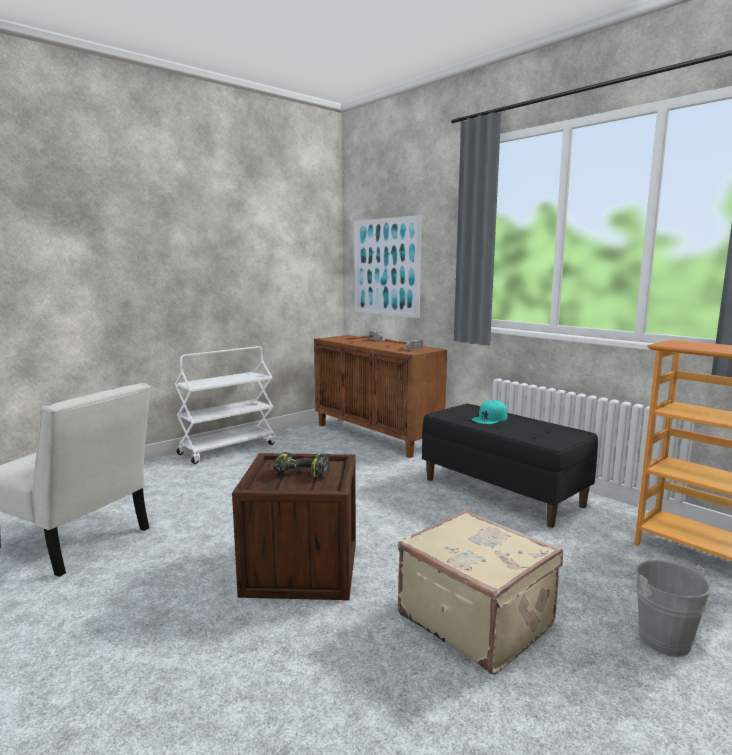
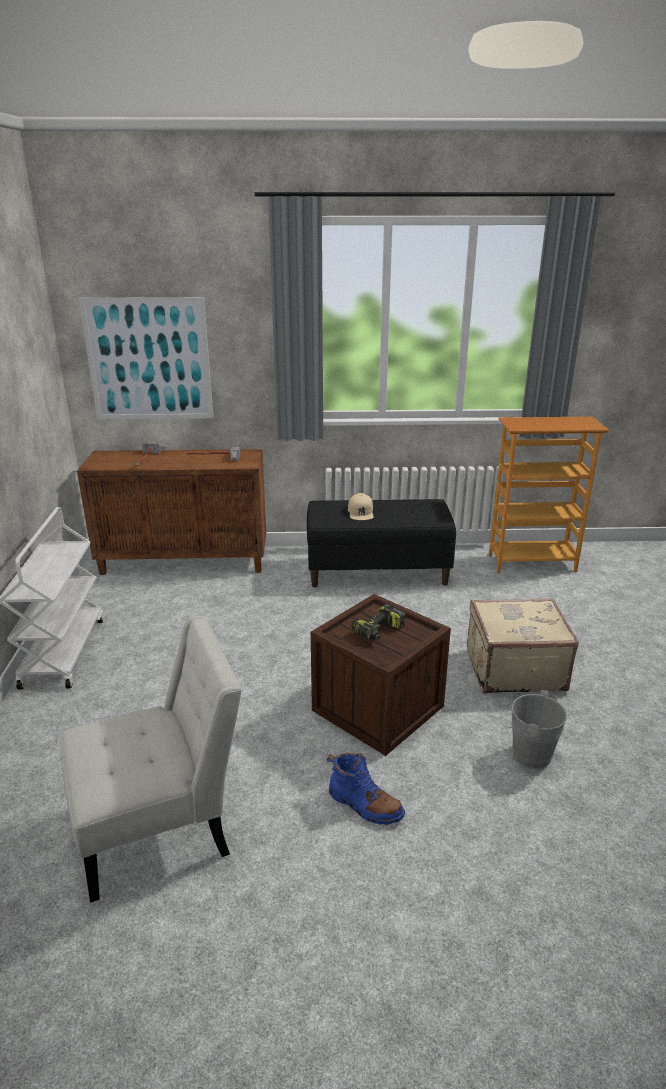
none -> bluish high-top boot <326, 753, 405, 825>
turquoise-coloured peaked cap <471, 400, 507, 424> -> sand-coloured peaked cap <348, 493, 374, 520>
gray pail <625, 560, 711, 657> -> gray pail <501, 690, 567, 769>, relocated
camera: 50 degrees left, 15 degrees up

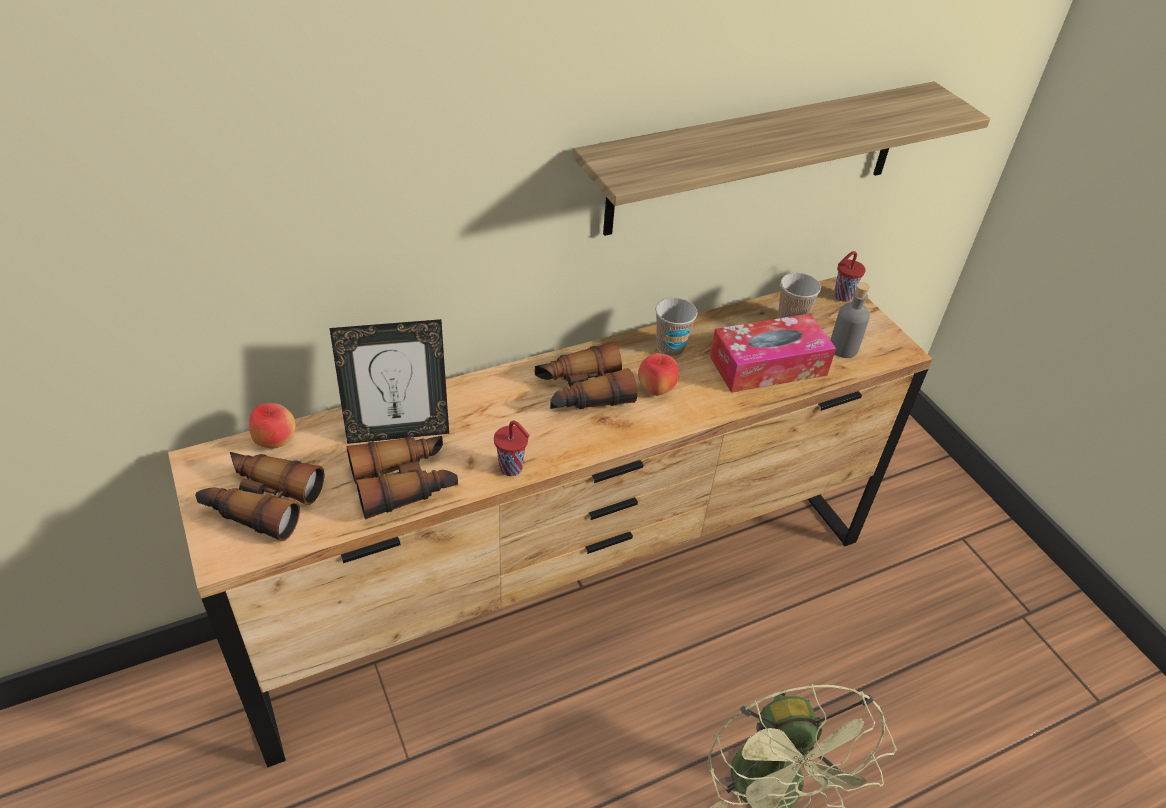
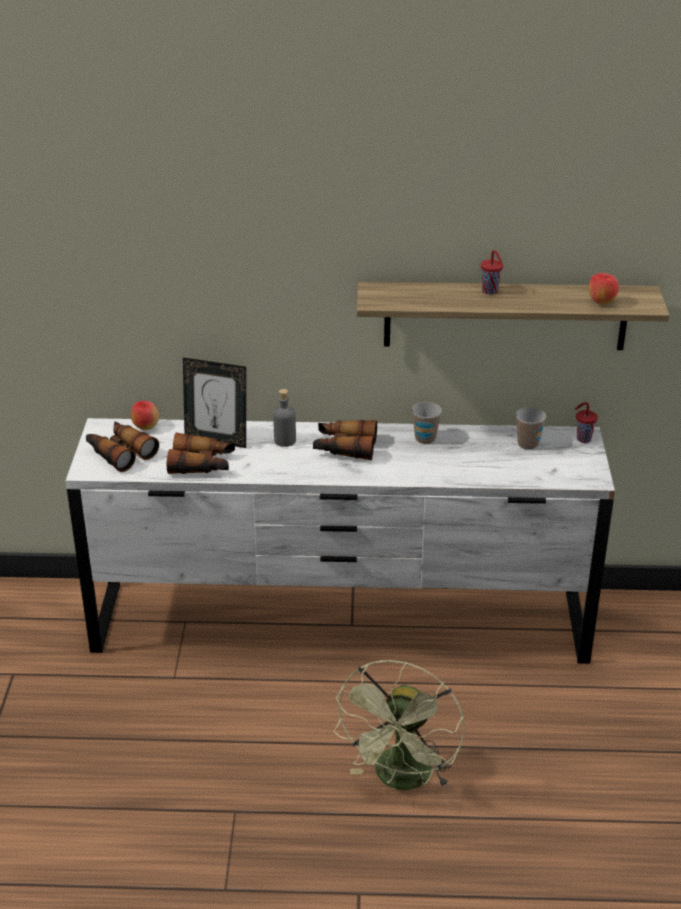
brownish chest of drawers <168, 277, 932, 768> -> white-coloured chest of drawers <66, 418, 615, 664>
gray beverage bottle <830, 282, 870, 358> -> gray beverage bottle <273, 389, 296, 447>, relocated
reddish small cup <494, 421, 530, 476> -> reddish small cup <481, 250, 503, 294>, relocated
whole apple <638, 353, 679, 396> -> whole apple <588, 273, 619, 305>, relocated
box of tissues <710, 314, 836, 393> -> none
camera: 30 degrees right, 10 degrees down

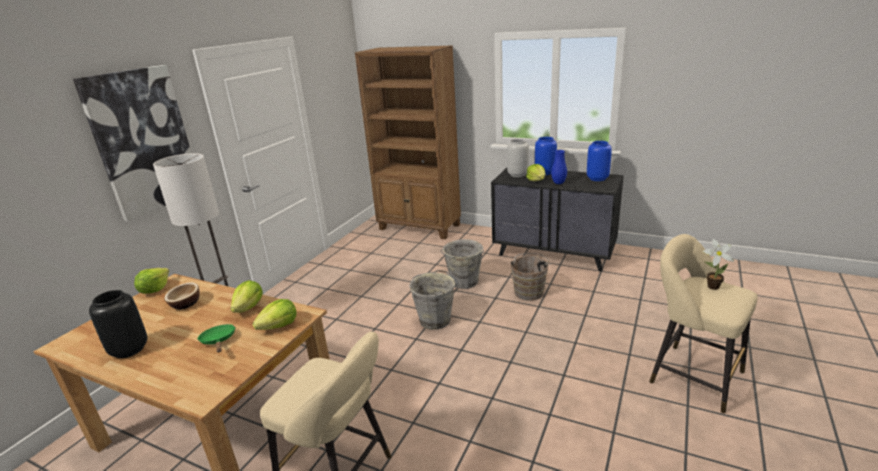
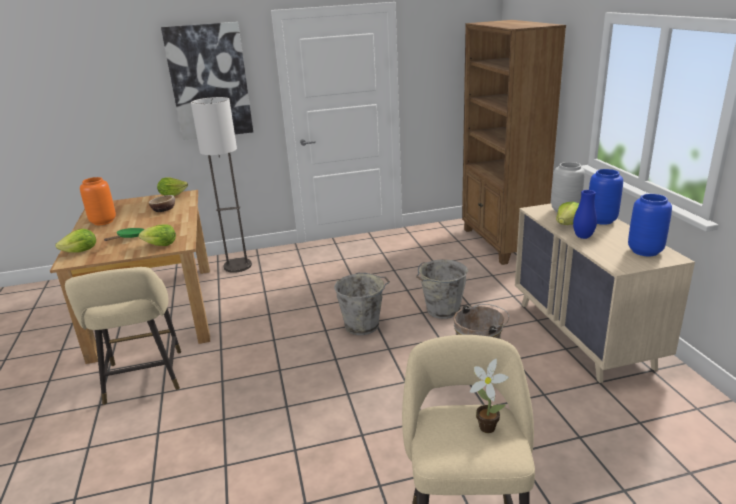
lettuce head <230, 280, 263, 313> -> lettuce head <55, 229, 96, 253>, relocated
blackish decorative vase <89, 290, 147, 358> -> orangey decorative vase <80, 177, 116, 225>
blackish chest of drawers <491, 168, 624, 271> -> sand-coloured chest of drawers <515, 204, 695, 383>
camera: 50 degrees right, 0 degrees up

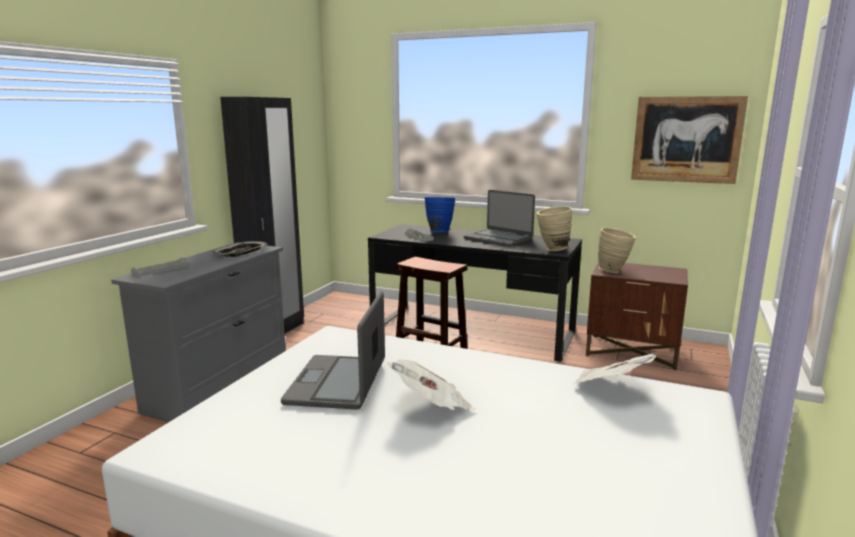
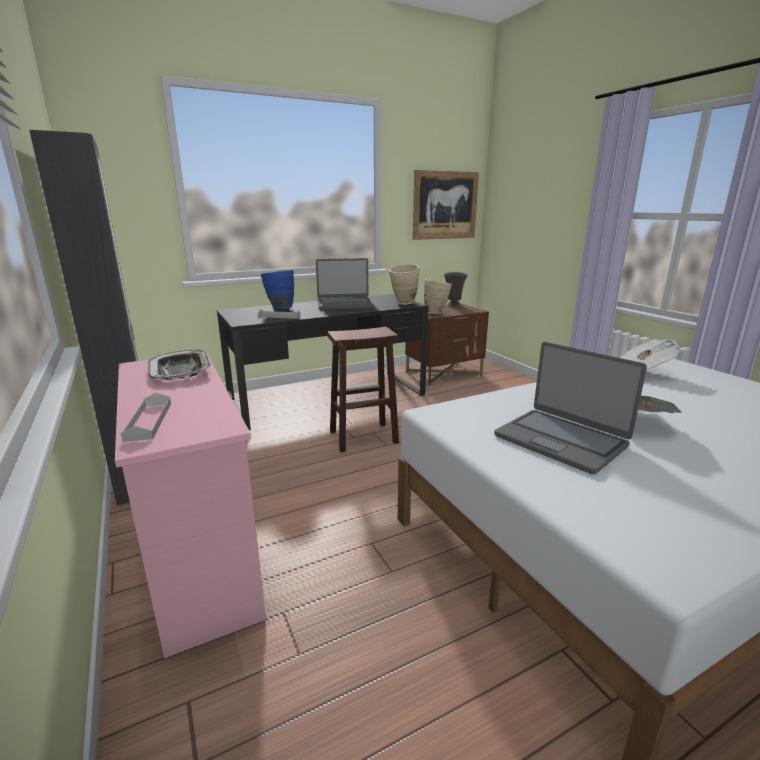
gray chest of drawers <111, 242, 286, 422> -> pink-coloured chest of drawers <115, 353, 266, 658>
none -> gray decorative vase <444, 272, 468, 307>
camera: 50 degrees left, 5 degrees up

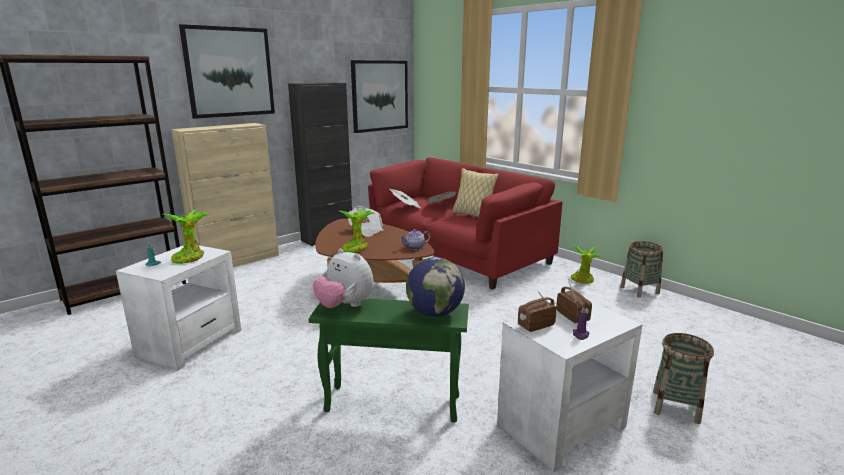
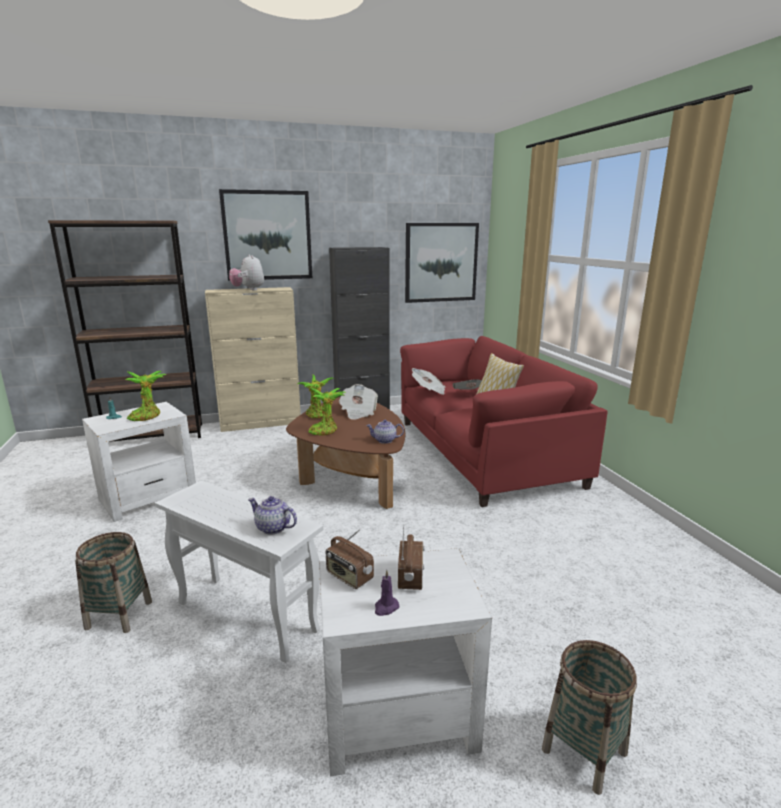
basket <620, 241, 663, 298> -> basket <75, 532, 152, 633>, relocated
green-coloured end table <308, 298, 469, 423> -> white-coloured end table <155, 481, 323, 663>
plush toy <313, 249, 374, 308> -> plush toy <229, 255, 264, 290>, relocated
desk globe <406, 257, 465, 317> -> tea pot <248, 496, 297, 535>
potted plant <571, 246, 601, 284> -> potted plant <297, 374, 333, 418>, relocated
radio set <518, 292, 557, 332> -> radio set <326, 529, 374, 589>, 135 degrees counterclockwise
camera: 25 degrees right, 0 degrees up

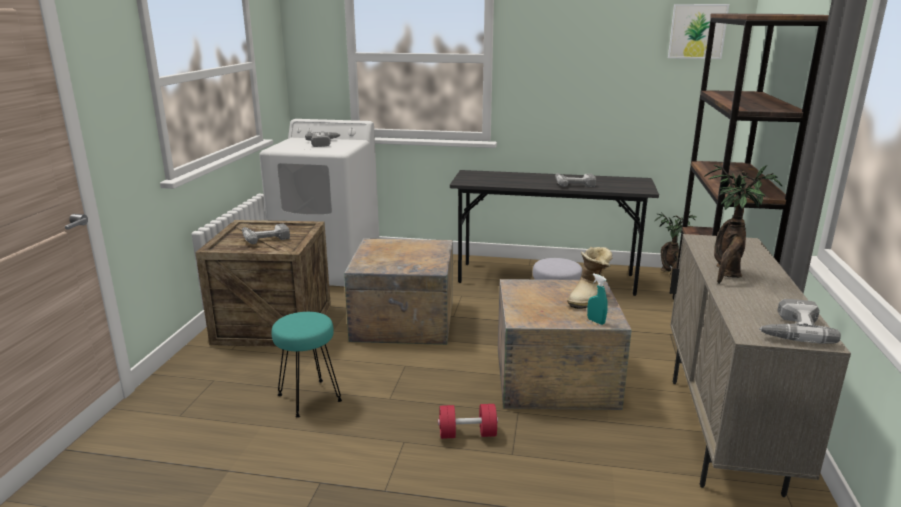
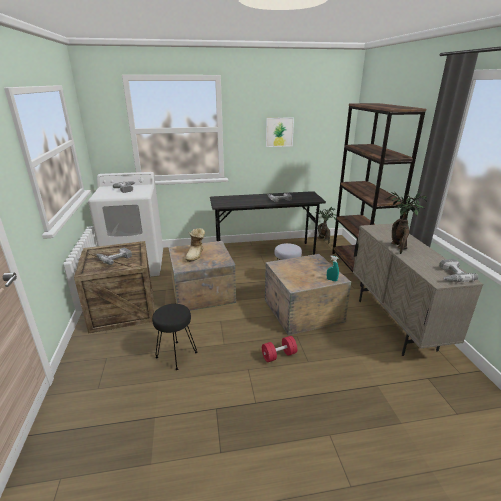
turquoise-coloured sitting stool <272, 312, 342, 418> -> blackish sitting stool <152, 304, 197, 370>
high-top boot <567, 247, 612, 309> -> high-top boot <185, 228, 205, 262>, relocated
wall art <668, 4, 729, 59> -> wall art <266, 117, 294, 147>, relocated
camera: 20 degrees left, 5 degrees up

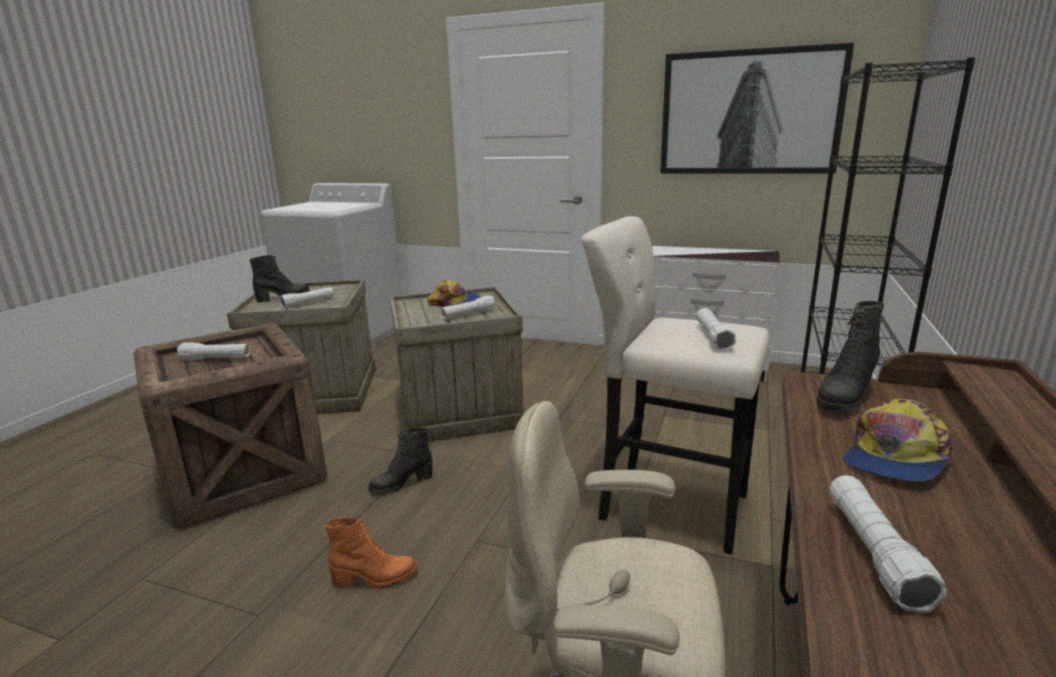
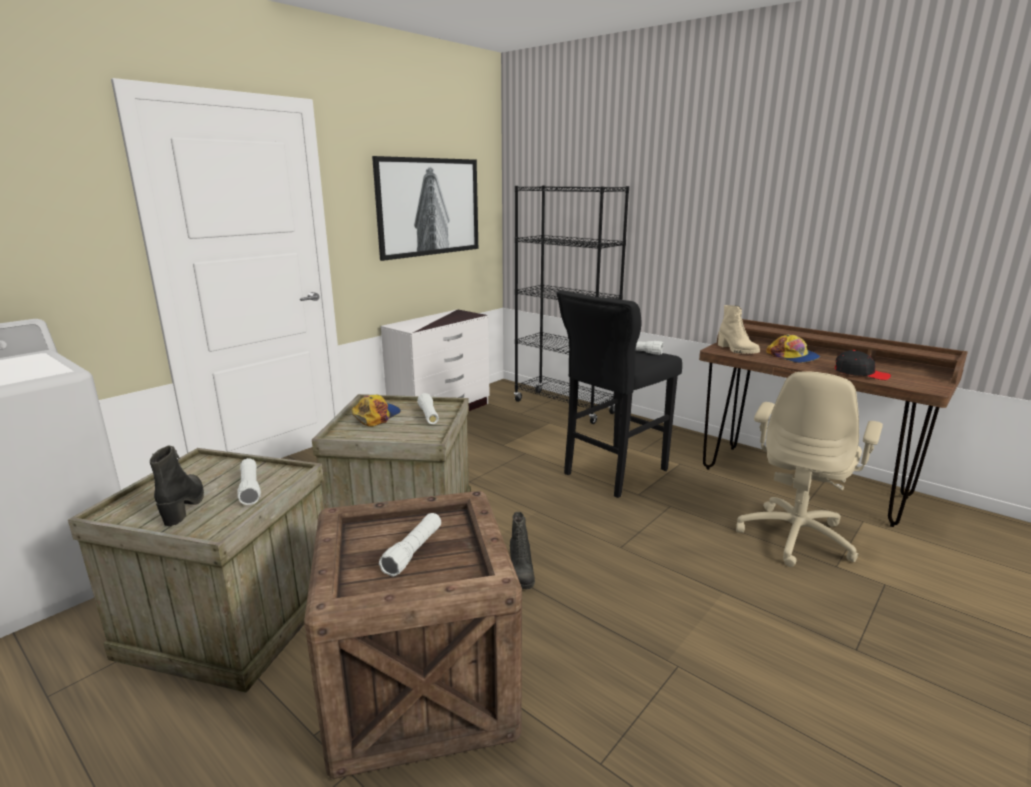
sand-coloured sitting stool <581, 216, 770, 554> -> blackish sitting stool <557, 290, 682, 498>
blackish high-top boot <817, 301, 884, 413> -> sand-coloured high-top boot <718, 305, 760, 354>
white-coloured torch <830, 475, 947, 613> -> blackish peaked cap <835, 350, 891, 380>
orangey high-top boot <325, 516, 417, 589> -> none
camera: 70 degrees left, 0 degrees up

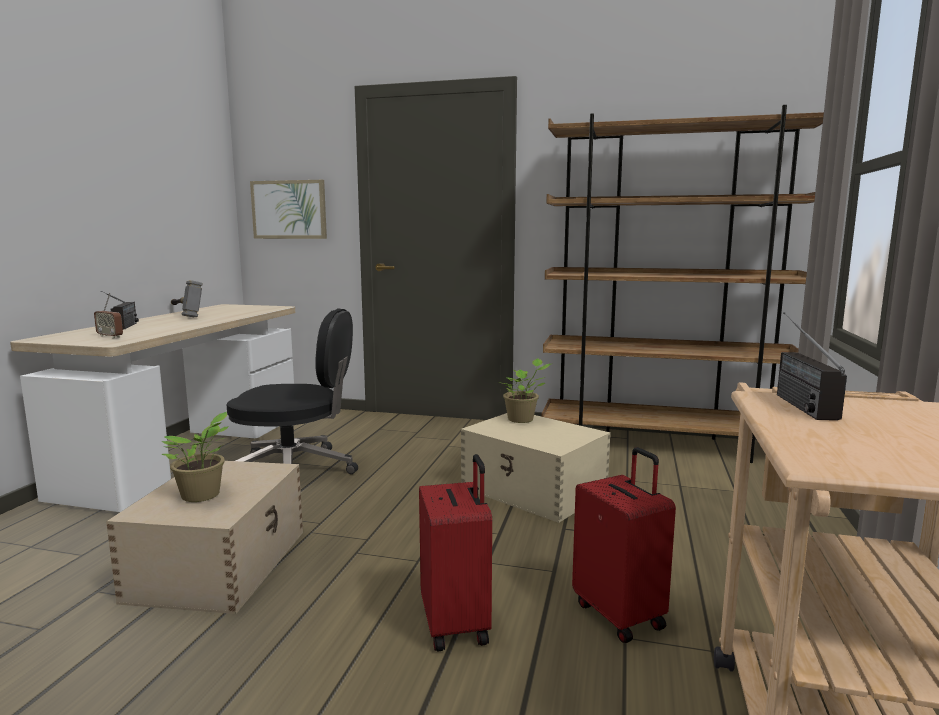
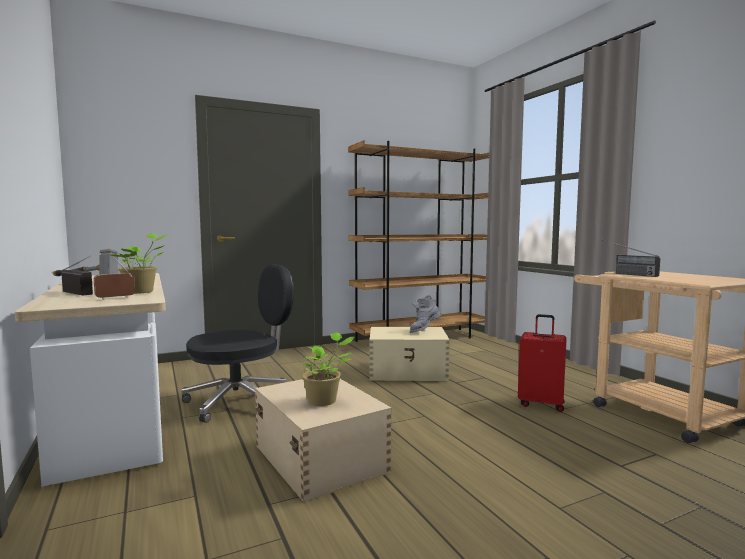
radio set <94, 293, 123, 339> -> radio set <94, 256, 135, 300>, 150 degrees clockwise
potted plant <496, 358, 551, 423> -> potted plant <111, 233, 168, 294>, relocated
none -> gray high-top boot <410, 295, 442, 333>
wall art <250, 180, 327, 239> -> none
reddish suitcase <419, 454, 492, 652> -> none
camera: 40 degrees left, 5 degrees down

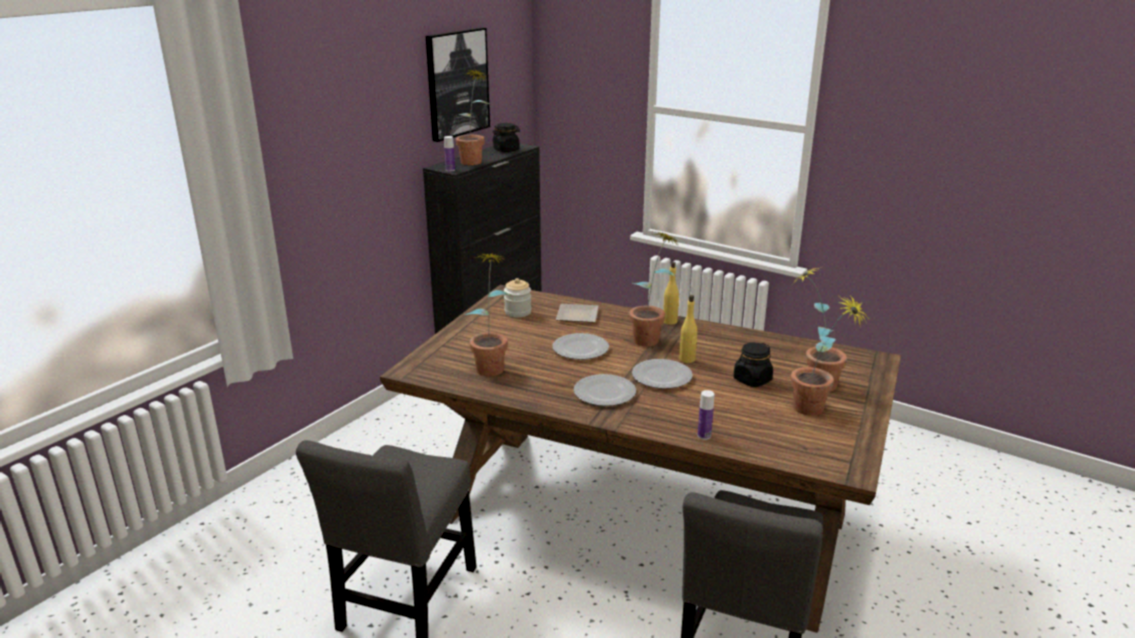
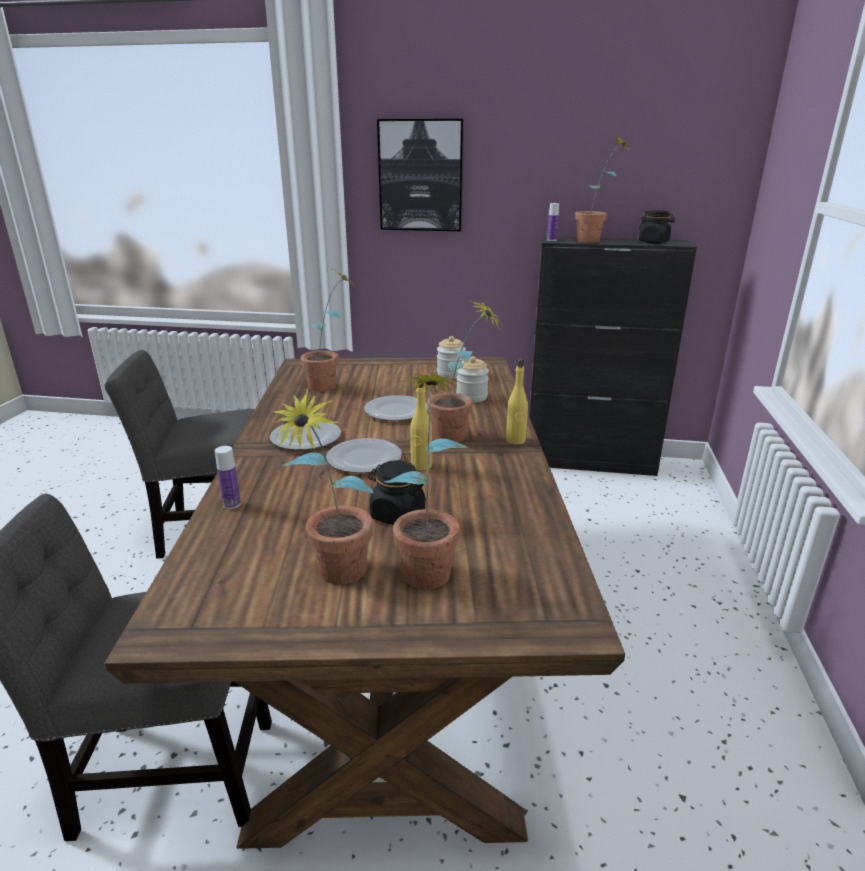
wall art <426, 27, 490, 142> -> wall art <377, 119, 464, 231>, relocated
dinner plate <556, 304, 599, 323> -> preserve jar <456, 356, 489, 403>
camera: 65 degrees right, 0 degrees up

